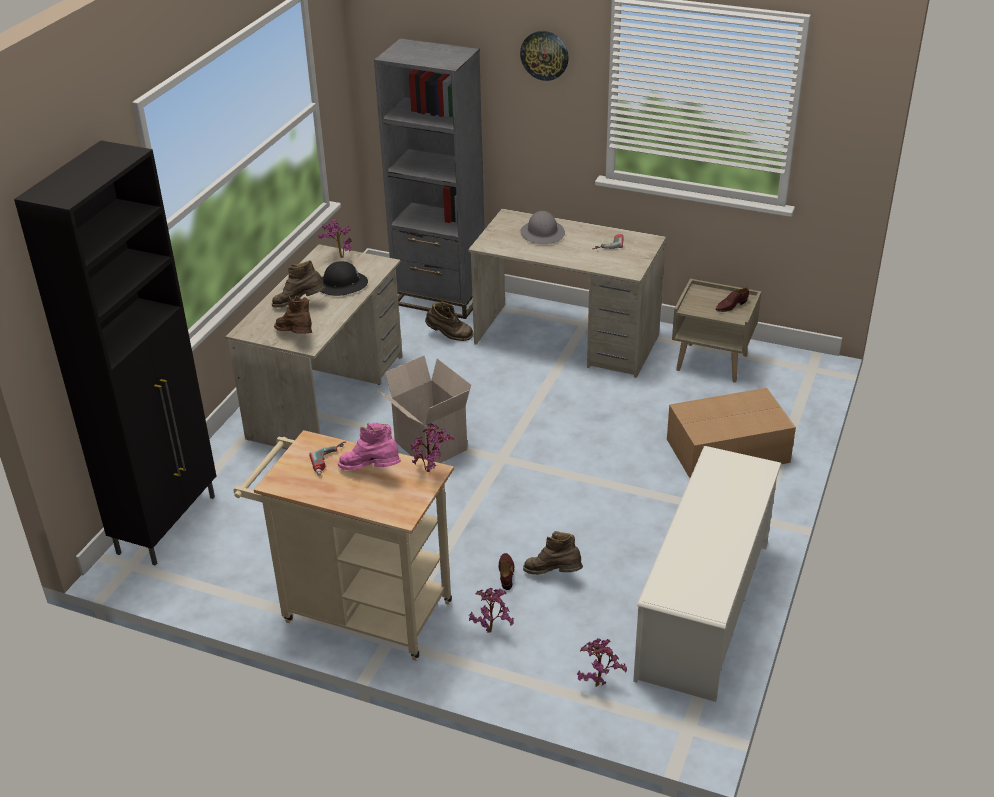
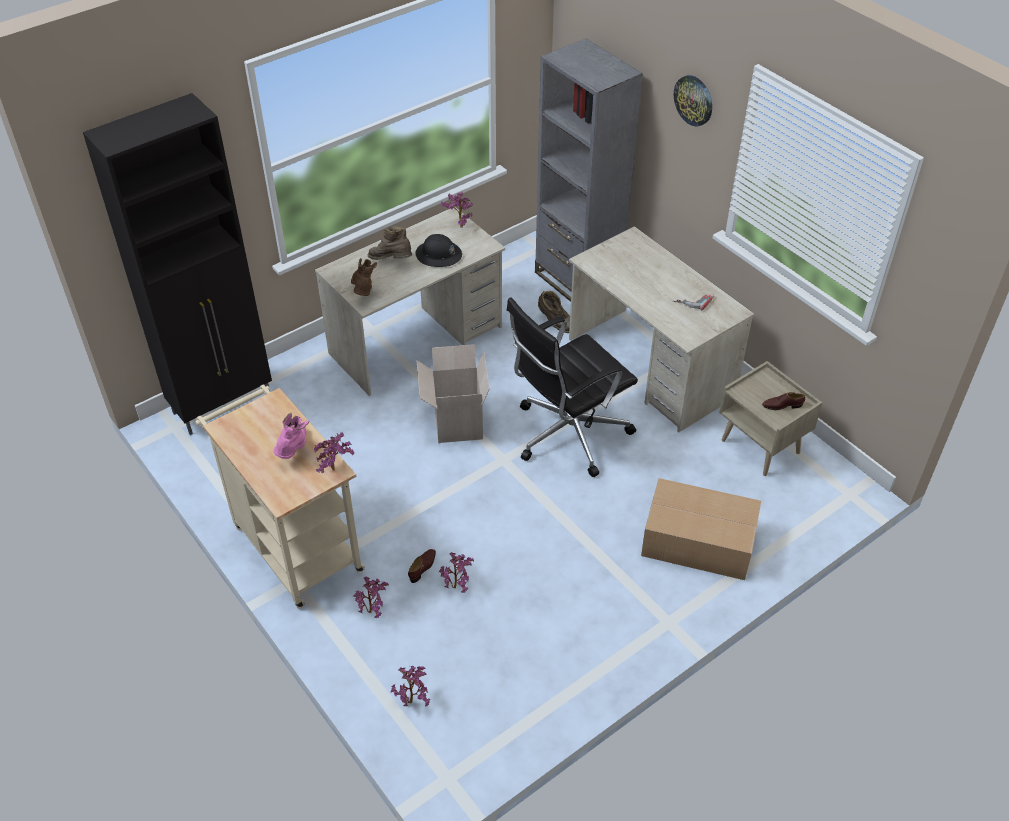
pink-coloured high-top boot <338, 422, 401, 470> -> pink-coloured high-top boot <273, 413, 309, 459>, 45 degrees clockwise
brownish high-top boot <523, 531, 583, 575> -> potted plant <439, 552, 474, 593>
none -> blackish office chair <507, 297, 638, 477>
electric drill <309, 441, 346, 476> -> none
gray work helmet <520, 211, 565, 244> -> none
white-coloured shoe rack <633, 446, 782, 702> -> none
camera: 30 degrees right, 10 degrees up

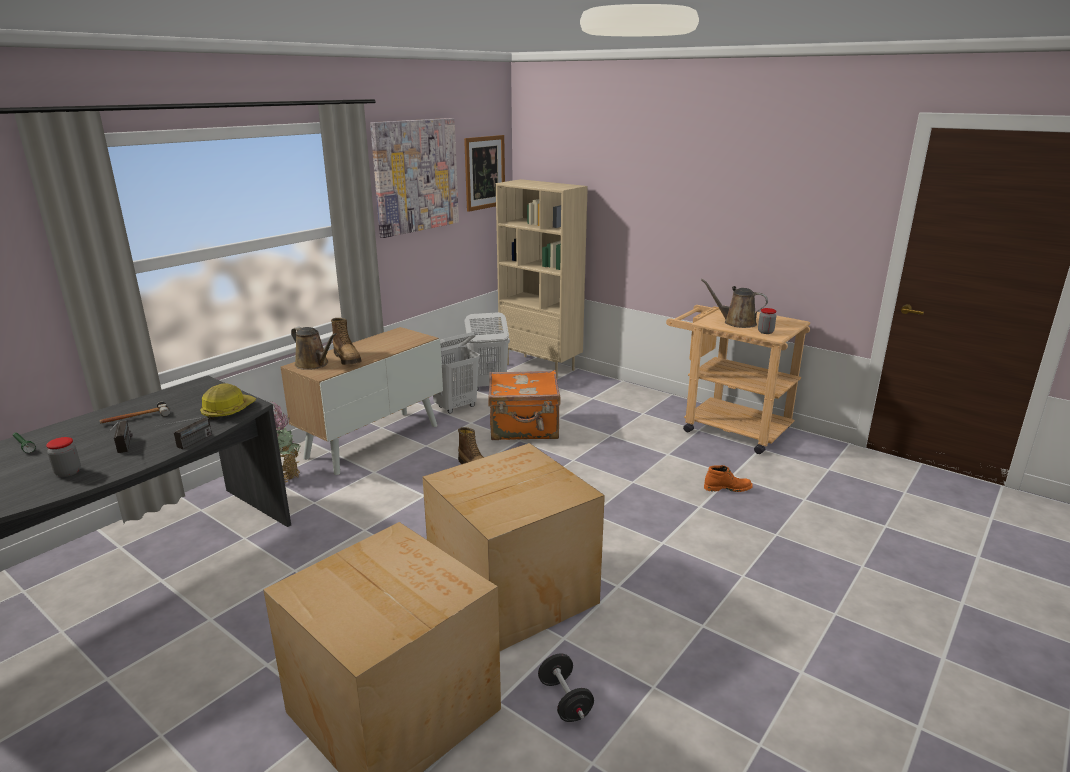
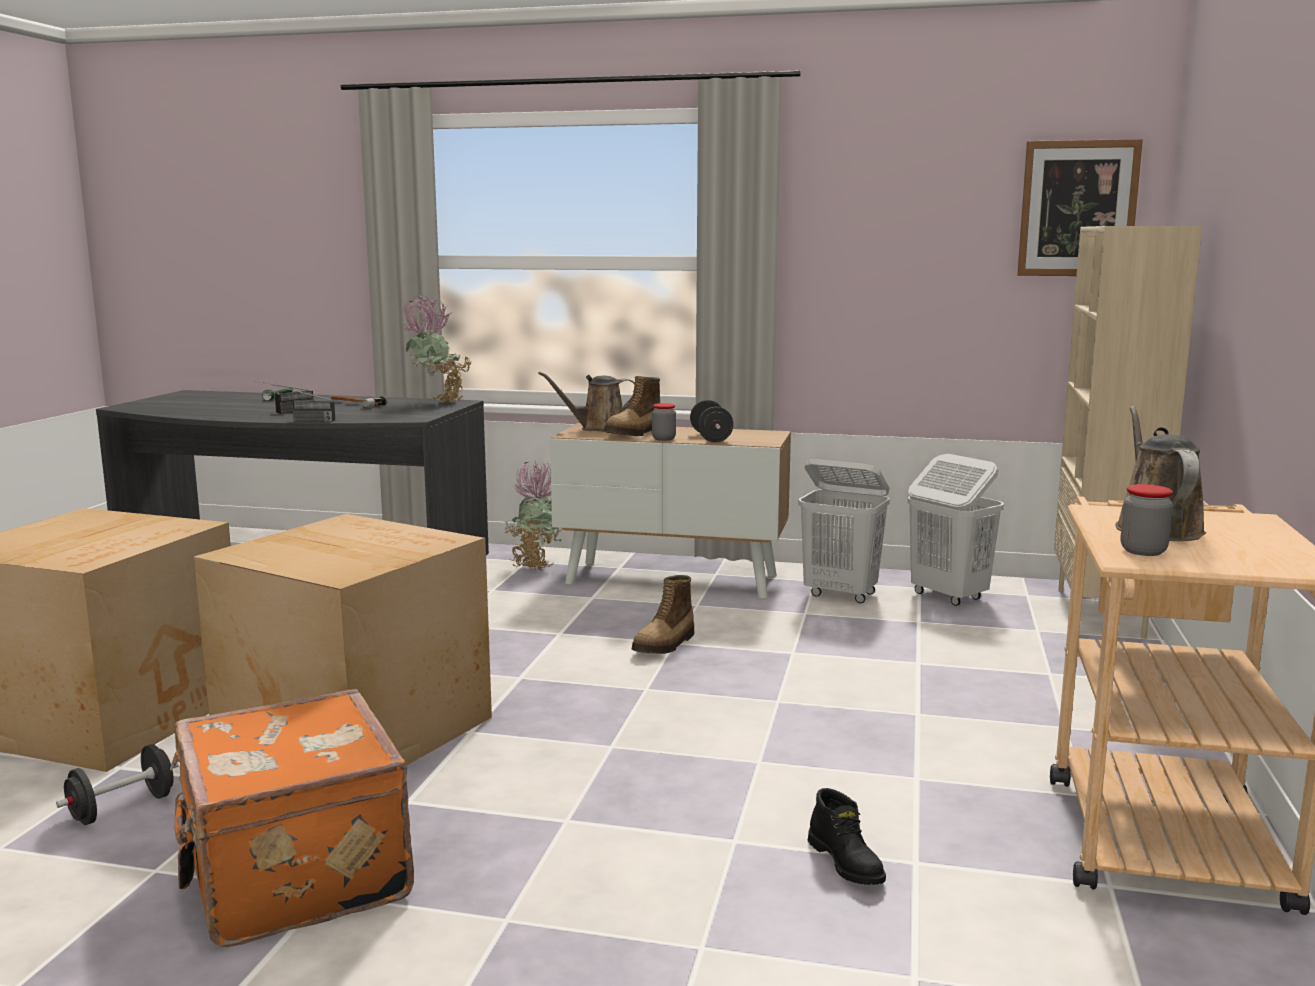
orangey suitcase <488, 370, 560, 440> -> orangey suitcase <170, 689, 414, 947>, relocated
none -> potted plant <402, 295, 472, 402>
brownish watering pot <291, 327, 337, 370> -> brownish watering pot <538, 372, 635, 431>, 60 degrees clockwise
preserve jar <46, 437, 81, 477> -> preserve jar <652, 403, 676, 441>, relocated
none -> blackish hand weight <690, 400, 734, 442>
orangey high-top boot <704, 465, 753, 492> -> blackish high-top boot <808, 788, 886, 885>
work helmet <200, 383, 256, 420> -> none
wall art <370, 118, 459, 238> -> none
camera: 65 degrees right, 10 degrees down

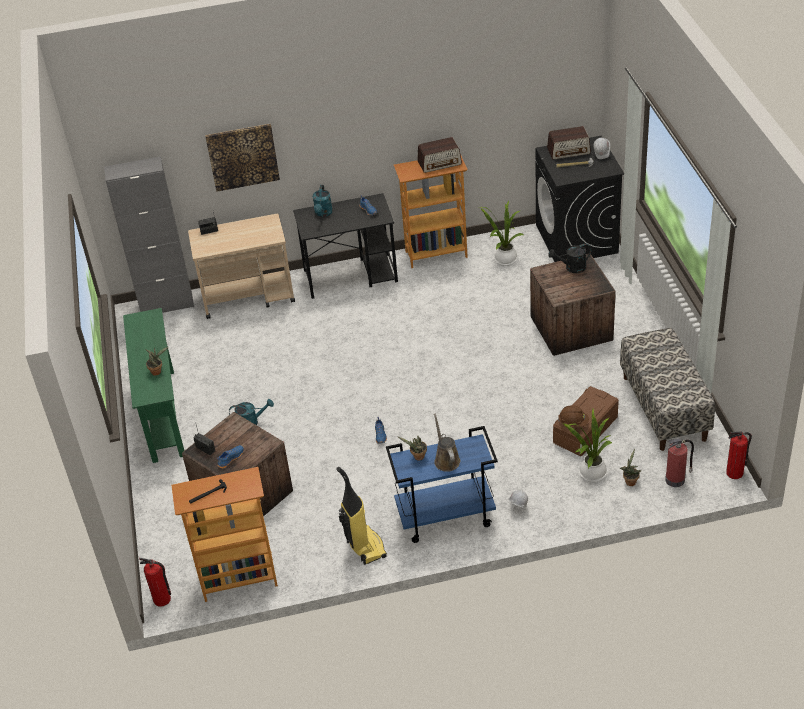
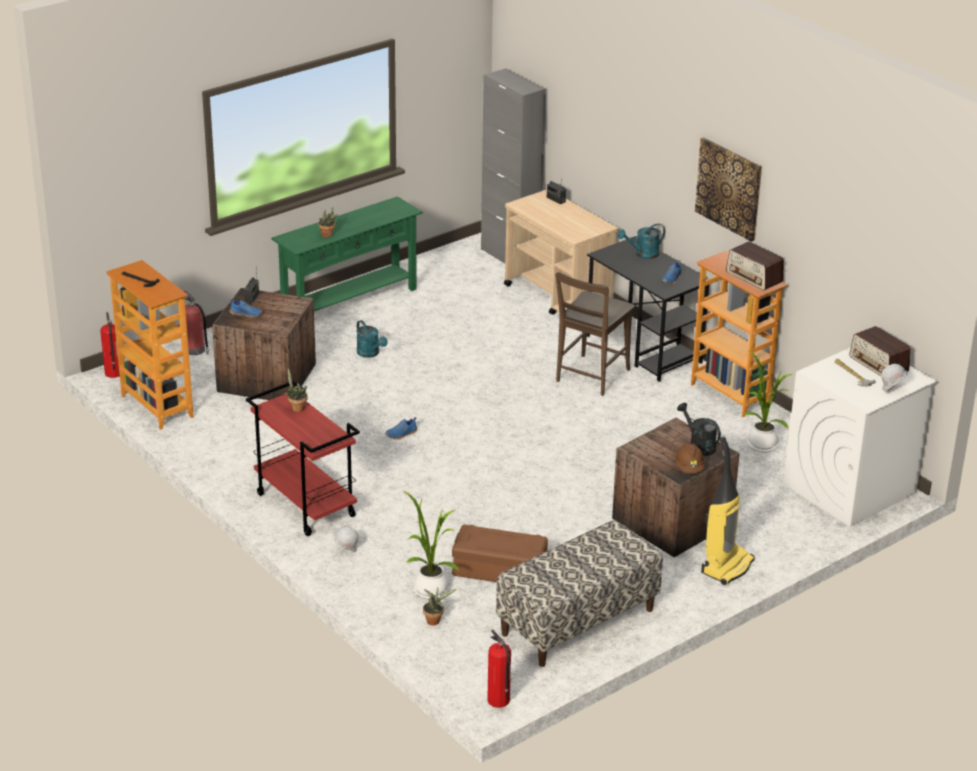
extinguisher <665, 438, 694, 487> -> extinguisher <184, 290, 209, 355>, relocated
bluish wheeled cart <386, 426, 498, 543> -> reddish wheeled cart <246, 380, 360, 536>
none -> brownish chair <556, 272, 635, 396>
brownish work helmet <558, 405, 589, 427> -> brownish work helmet <675, 444, 705, 473>, relocated
wall art <205, 123, 280, 192> -> wall art <695, 137, 762, 242>, relocated
vacuum <336, 467, 387, 565> -> vacuum <701, 436, 755, 585>, relocated
blackish laundry appliance <535, 136, 624, 262> -> white-coloured laundry appliance <783, 347, 937, 527>
brownish watering pot <434, 413, 460, 472> -> none
camera: 60 degrees right, 10 degrees down

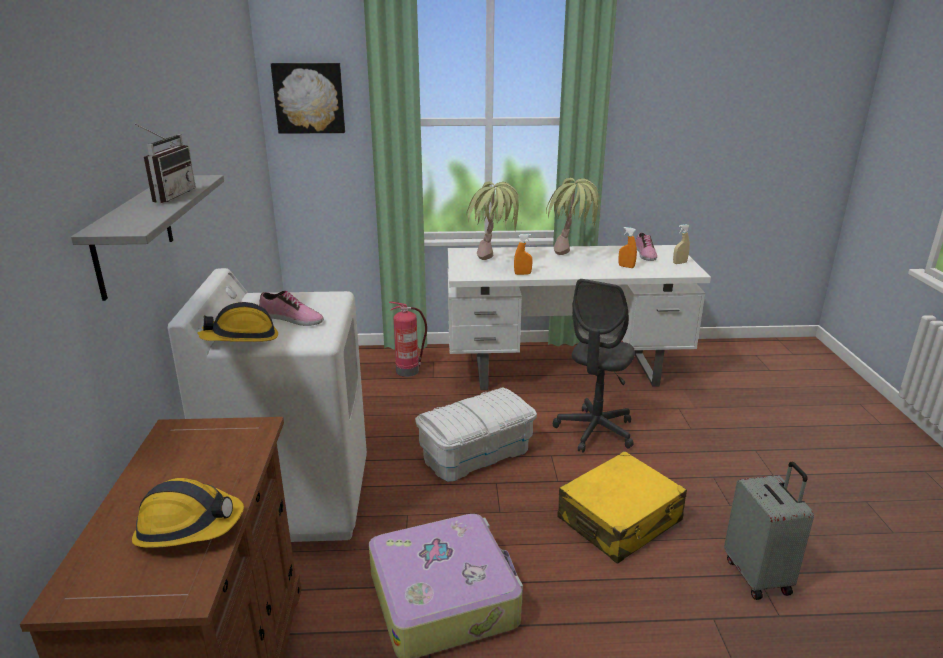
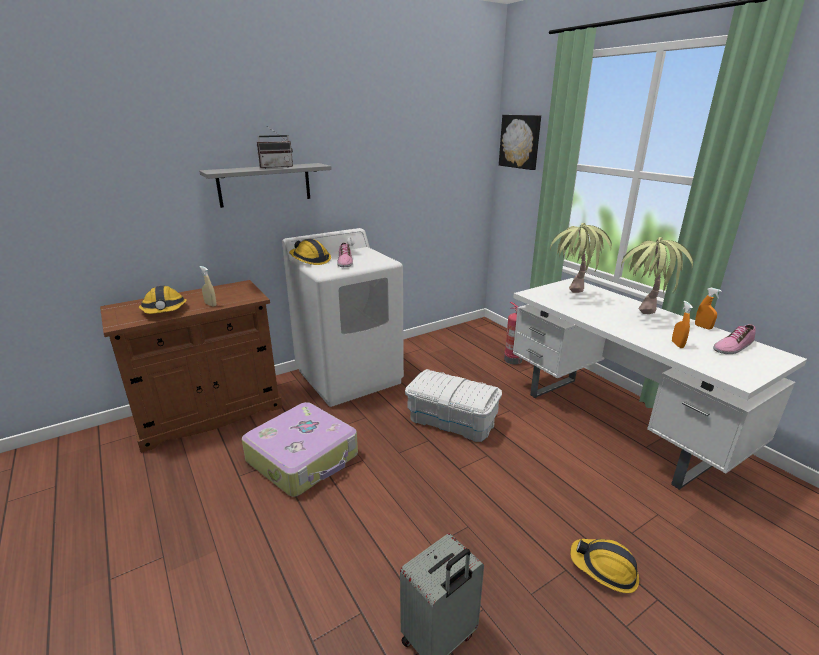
sand-coloured spray bottle <673, 224, 690, 264> -> sand-coloured spray bottle <199, 266, 216, 307>, relocated
none -> work helmet <570, 539, 639, 593>
orangey spray bottle <514, 234, 533, 275> -> orangey spray bottle <695, 287, 722, 329>, relocated
gray office chair <553, 279, 635, 453> -> none
yellow suitcase <557, 451, 687, 564> -> none
camera: 60 degrees right, 0 degrees up

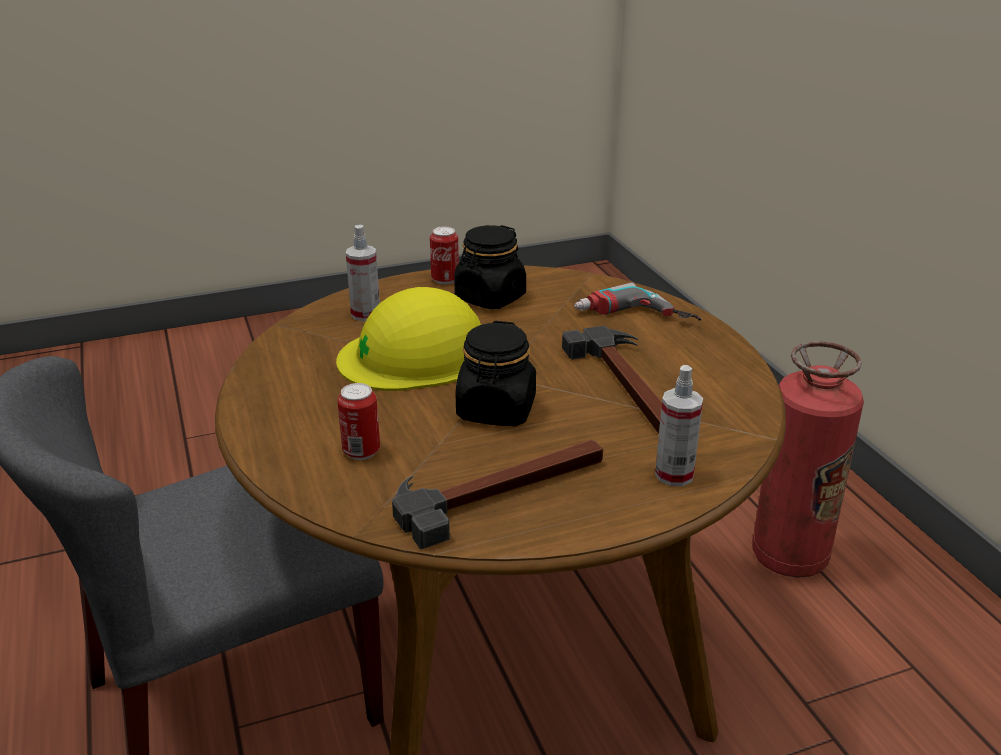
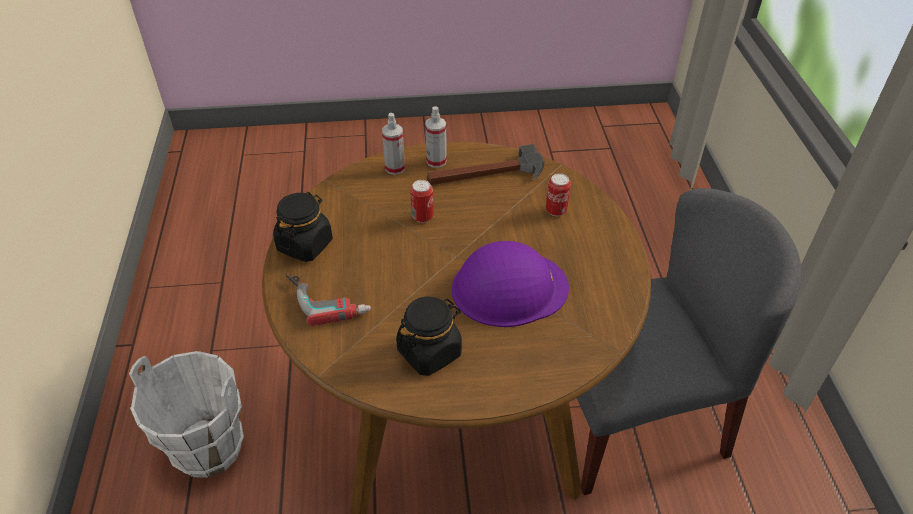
extinguisher <752, 341, 864, 578> -> white-coloured pail <129, 351, 244, 478>
blackish preserve jar <456, 321, 536, 426> -> blackish preserve jar <273, 192, 333, 262>, relocated
can <430, 226, 459, 284> -> can <410, 180, 434, 223>, relocated
spray bottle <346, 225, 380, 321> -> spray bottle <425, 107, 447, 168>, relocated
yellow work helmet <336, 287, 481, 391> -> purple work helmet <452, 241, 569, 327>
hammer <562, 326, 662, 434> -> none
camera: 165 degrees left, 15 degrees up

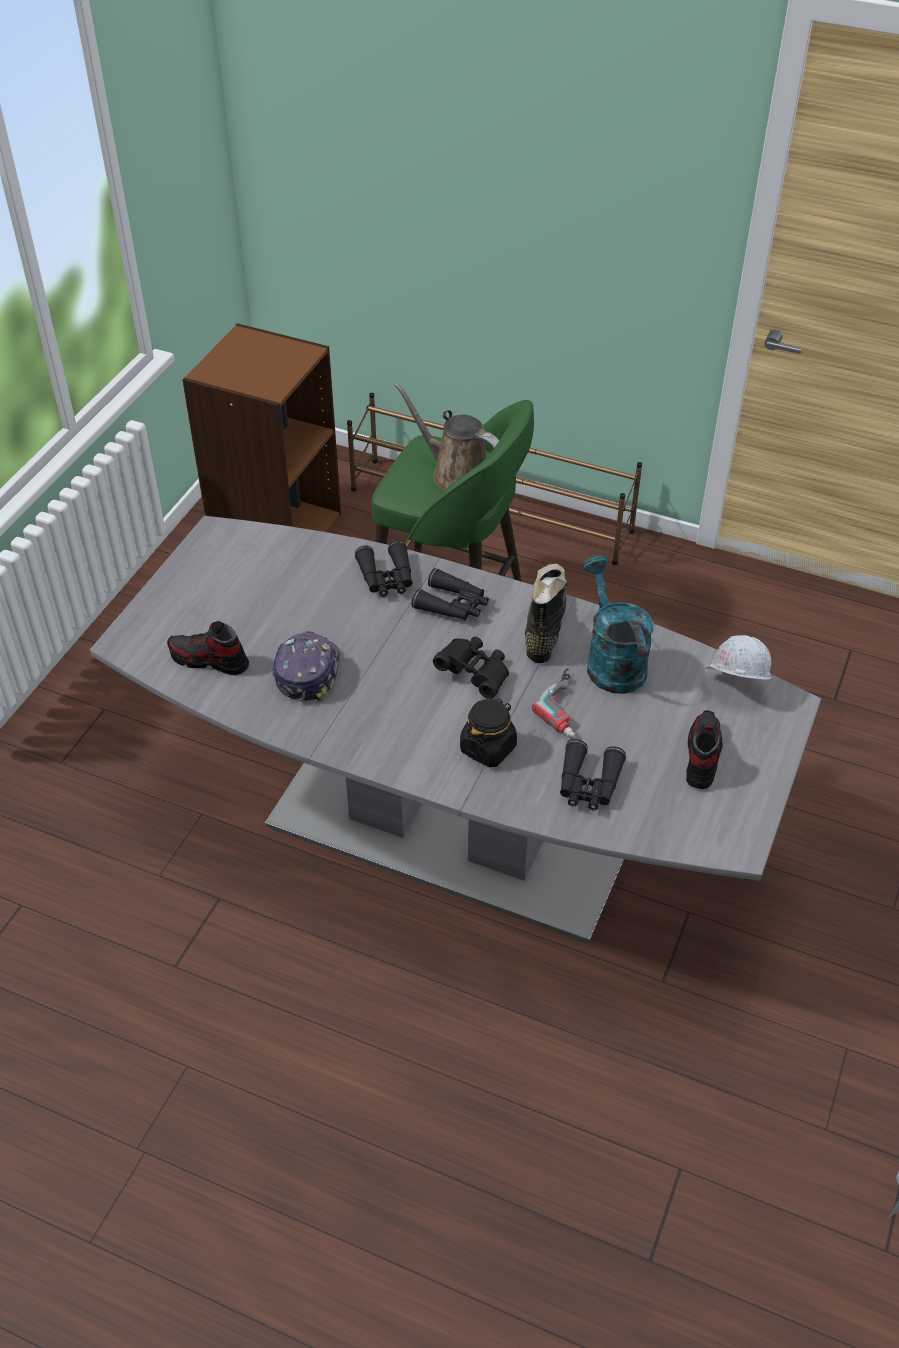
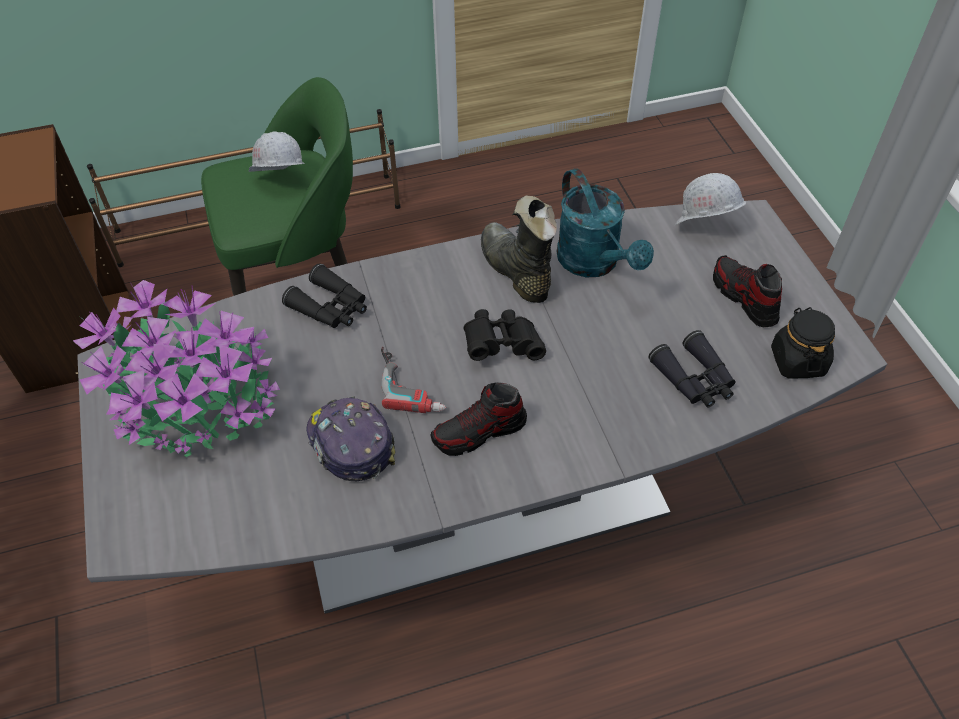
none -> potted plant <73, 280, 280, 457>
brownish watering pot <394, 382, 499, 491> -> white-coloured work helmet <249, 131, 305, 172>
electric drill <531, 668, 576, 738> -> electric drill <381, 347, 446, 413>, relocated
item of footwear <167, 621, 249, 675> -> item of footwear <430, 382, 527, 456>, relocated
turquoise-coloured watering pot <583, 555, 654, 694> -> turquoise-coloured watering pot <556, 168, 654, 277>, 150 degrees counterclockwise
blackish preserve jar <460, 698, 517, 767> -> blackish preserve jar <771, 307, 835, 379>, relocated
blackish binoculars <412, 568, 489, 620> -> none
camera: 40 degrees left, 5 degrees up

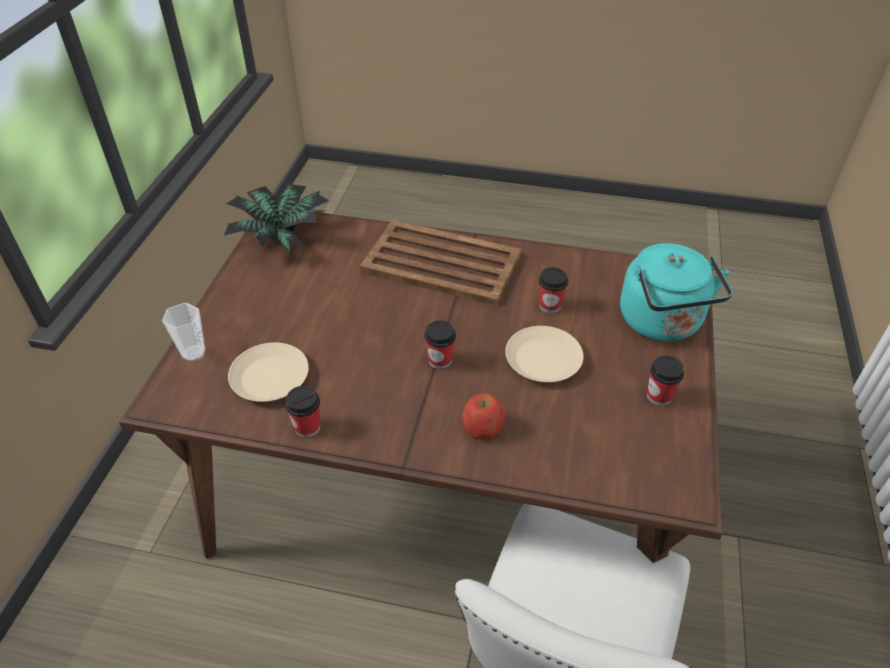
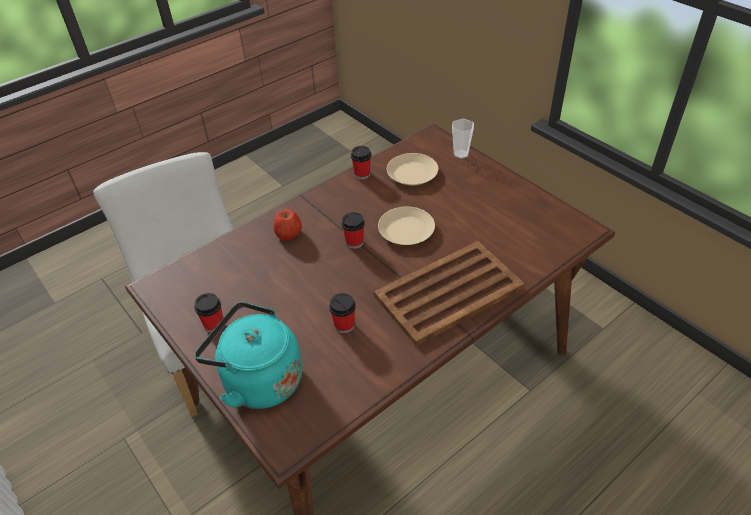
sand-coloured dinner plate <505, 326, 584, 382> -> sand-coloured dinner plate <378, 207, 435, 245>, relocated
potted plant <224, 184, 329, 257> -> none
camera: 130 degrees right, 0 degrees up

